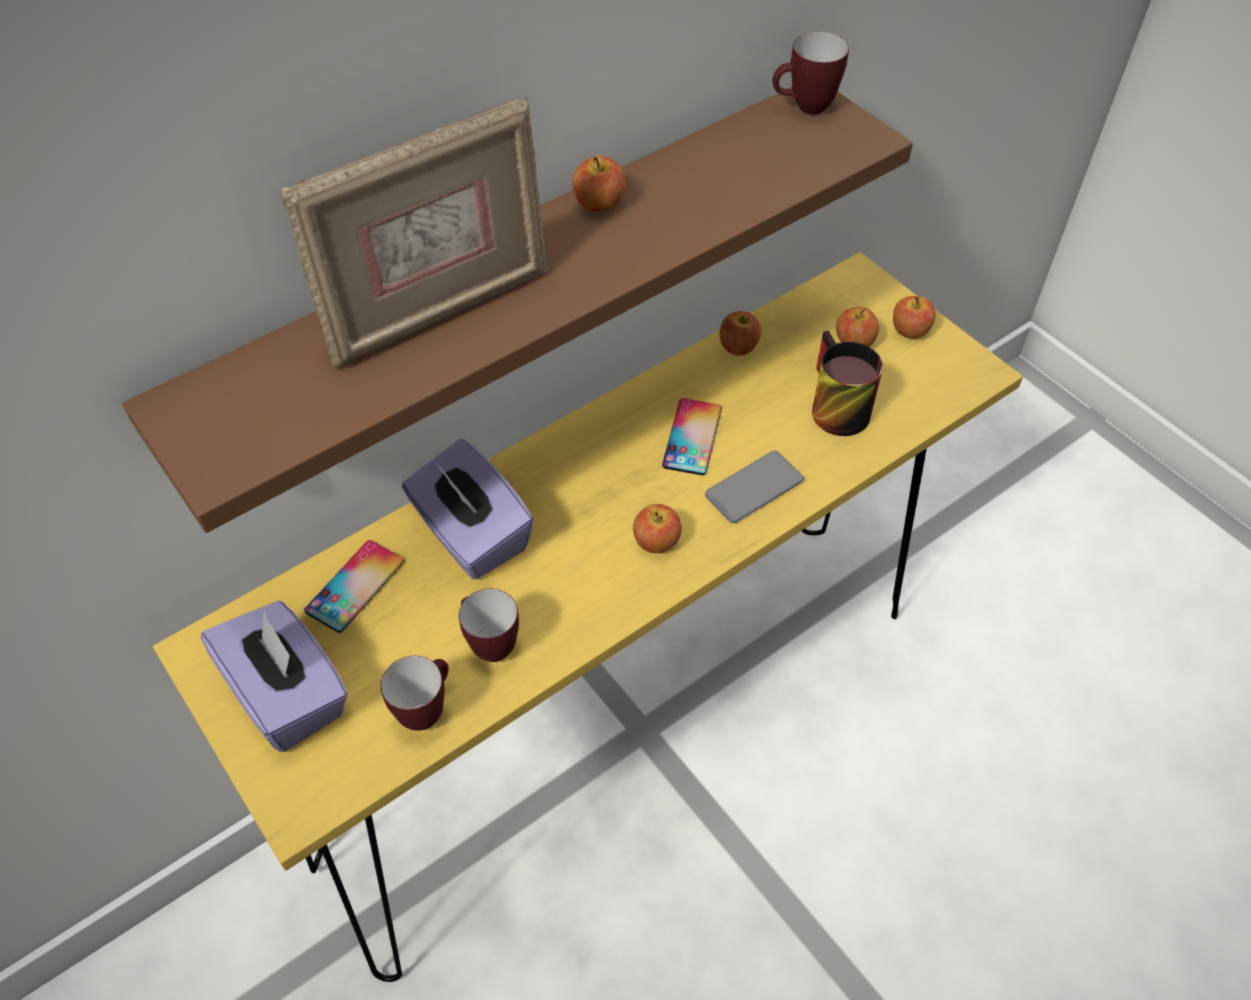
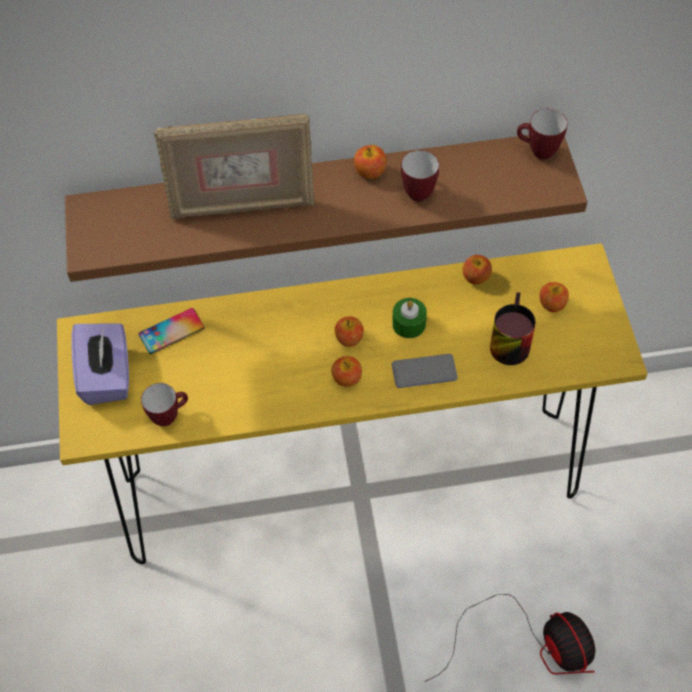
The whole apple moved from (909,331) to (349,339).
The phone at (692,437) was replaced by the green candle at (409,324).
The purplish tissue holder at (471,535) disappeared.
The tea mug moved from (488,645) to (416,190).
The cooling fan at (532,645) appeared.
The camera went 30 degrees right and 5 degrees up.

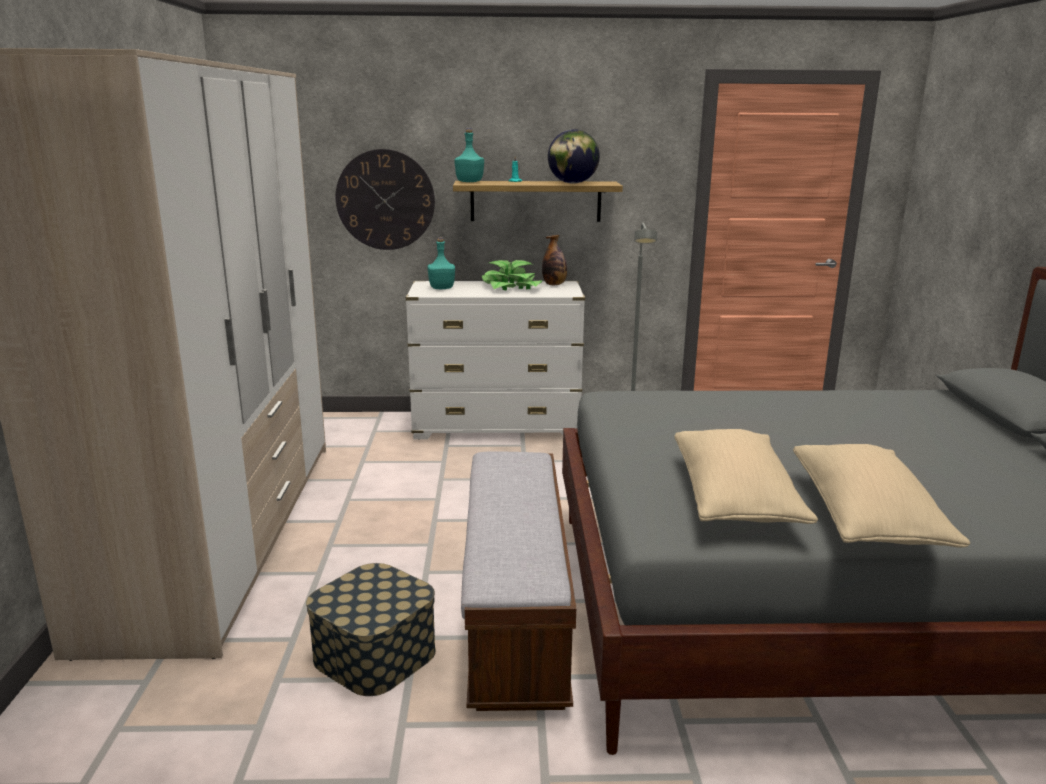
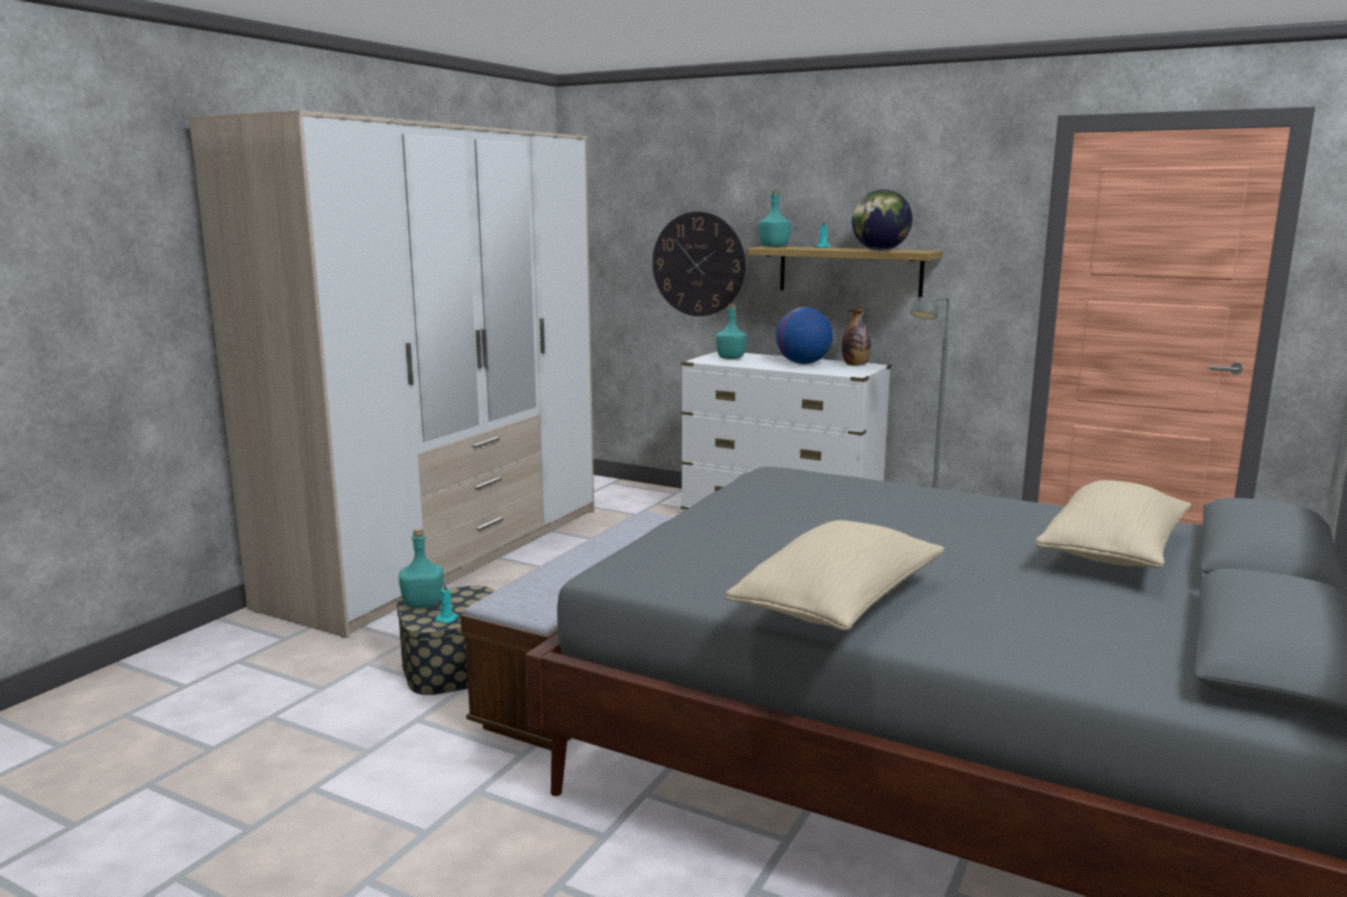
The houseplant at (511,287) was replaced by the desk globe at (803,363).
The beige-coloured throw pillow moved from (735,499) to (1113,552).
The turquoise bottle at (424,604) appeared.
The turquoise candle at (447,619) appeared.
The camera went 30 degrees right and 5 degrees down.

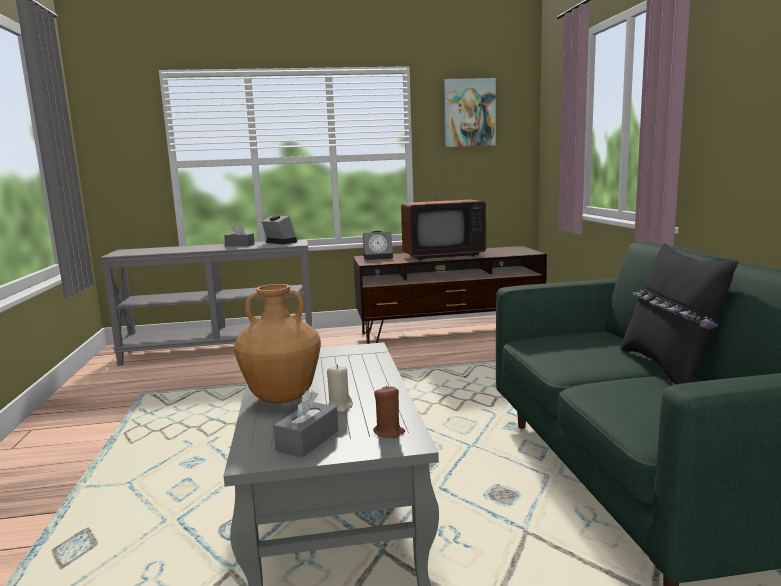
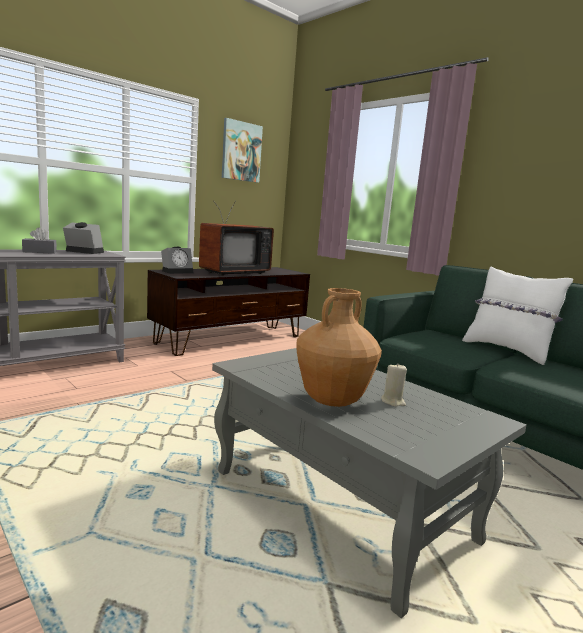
The blackish throw pillow at (668,367) became the whitish throw pillow at (507,351).
The brown-coloured candle at (389,432) disappeared.
The gray tissue holder at (307,440) disappeared.
The camera went 35 degrees left and 0 degrees up.

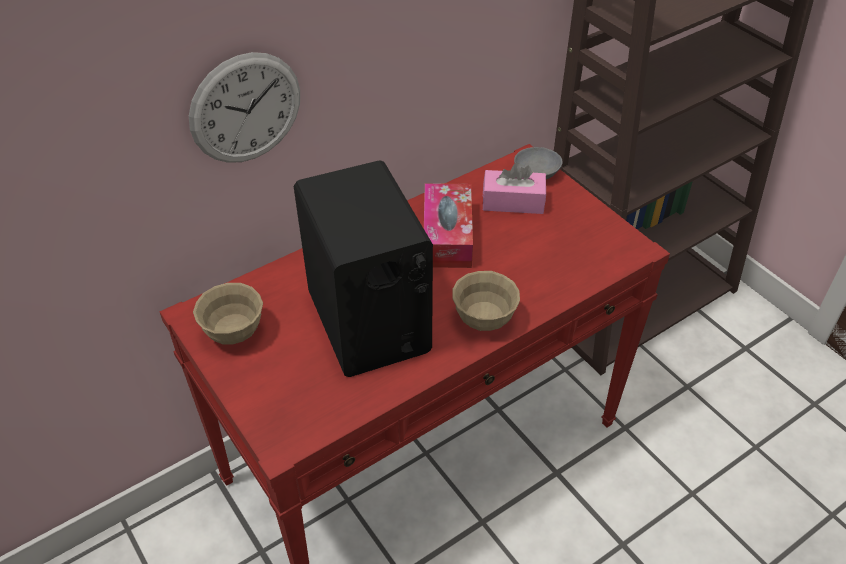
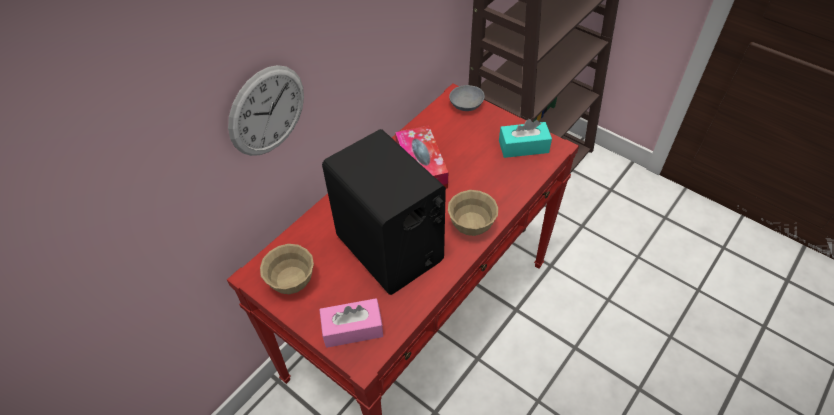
The pink-coloured tissue holder moved from (513,202) to (352,329).
The turquoise tissue holder at (523,147) appeared.
The camera went 15 degrees left and 5 degrees up.

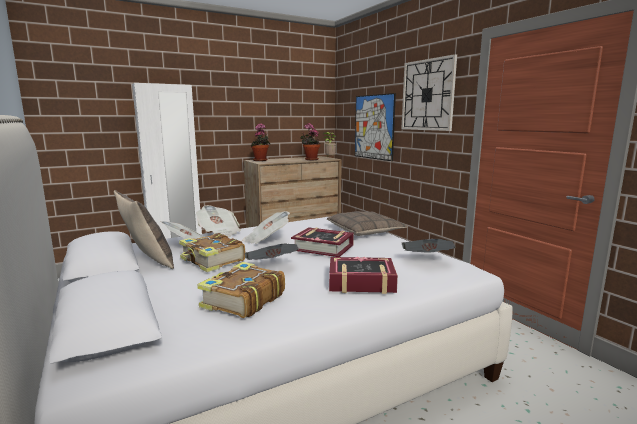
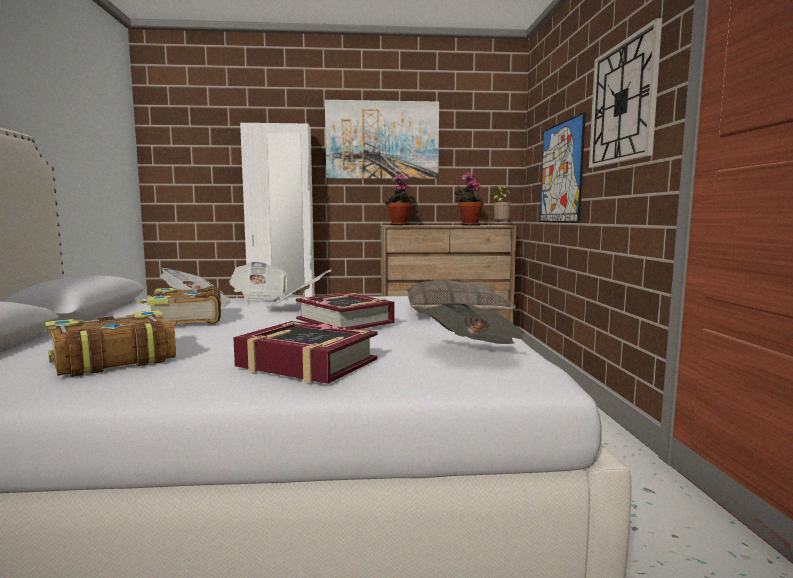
The throw pillow at (147,261) disappeared.
The daily paper at (271,267) disappeared.
The picture at (382,140) appeared.
The camera went 25 degrees right and 5 degrees down.

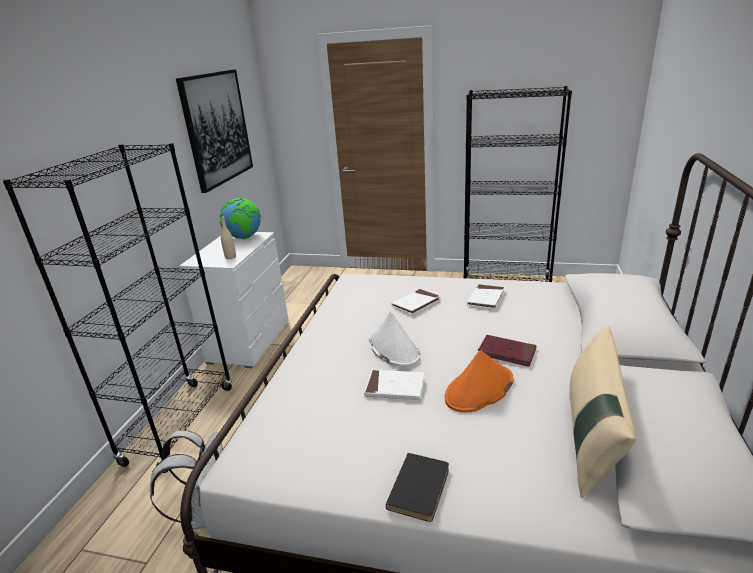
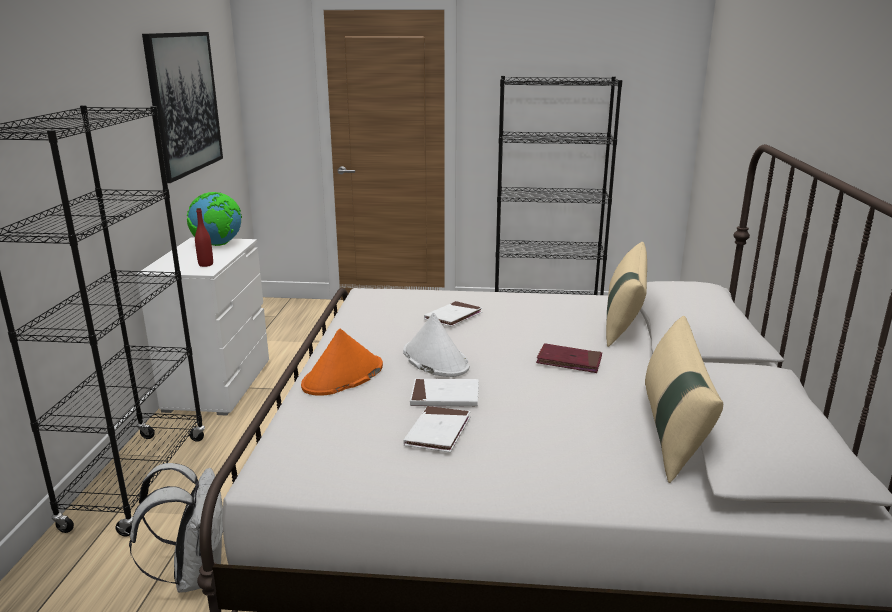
The beige-coloured bottle at (230,257) became the reddish bottle at (206,264).
The whitish bound book moved from (486,298) to (438,432).
The orange wearable hat moved from (479,389) to (343,376).
The blackish bound book at (421,488) disappeared.
The beige-coloured throw pillow at (623,321) appeared.
The camera went 10 degrees left and 5 degrees down.

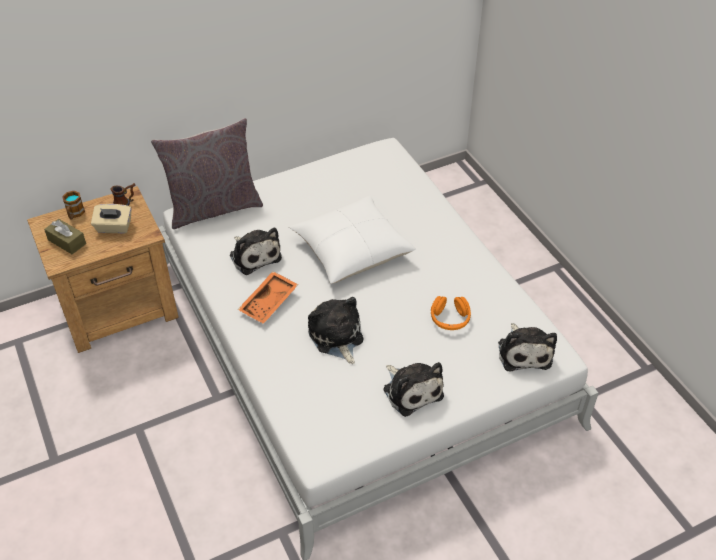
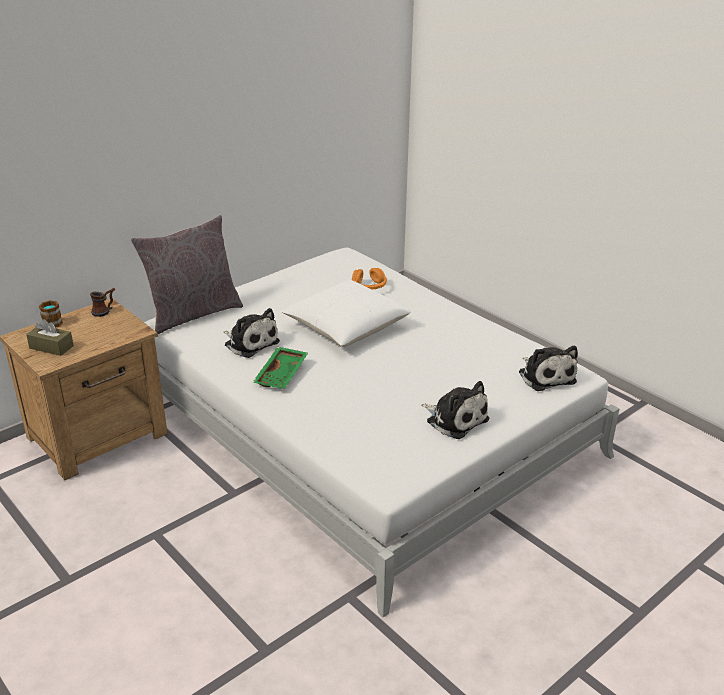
The beige-coloured tissue holder at (114,227) disappeared.
The orange serving tray at (269,303) became the green serving tray at (282,375).
The orange headphones moved from (450,319) to (369,286).
The soft toy at (336,337) disappeared.
The camera went 15 degrees left and 15 degrees down.

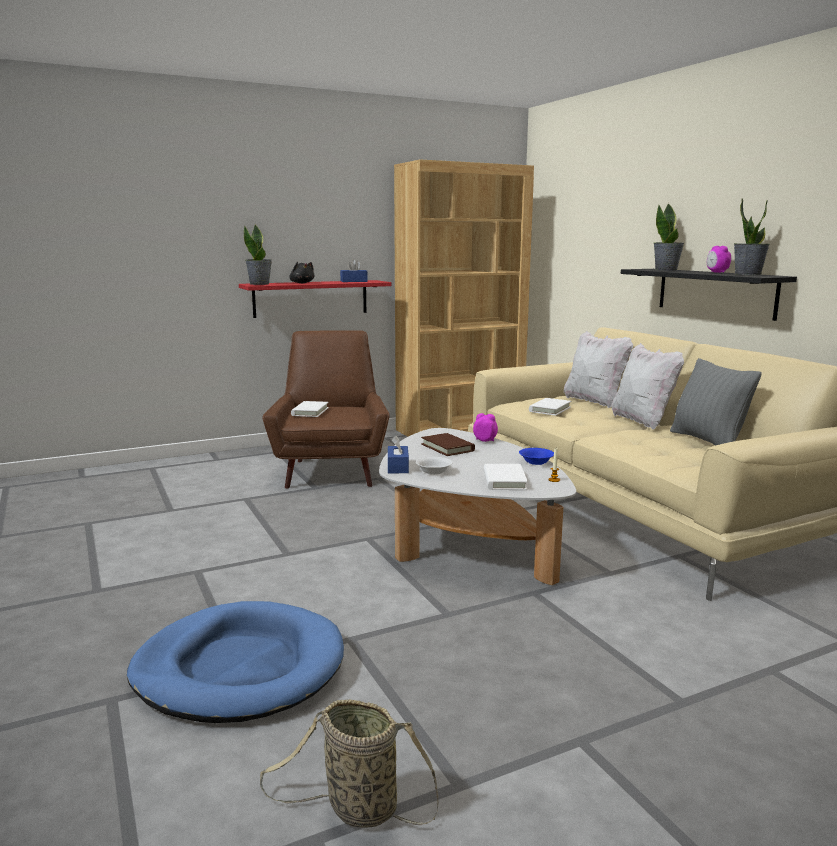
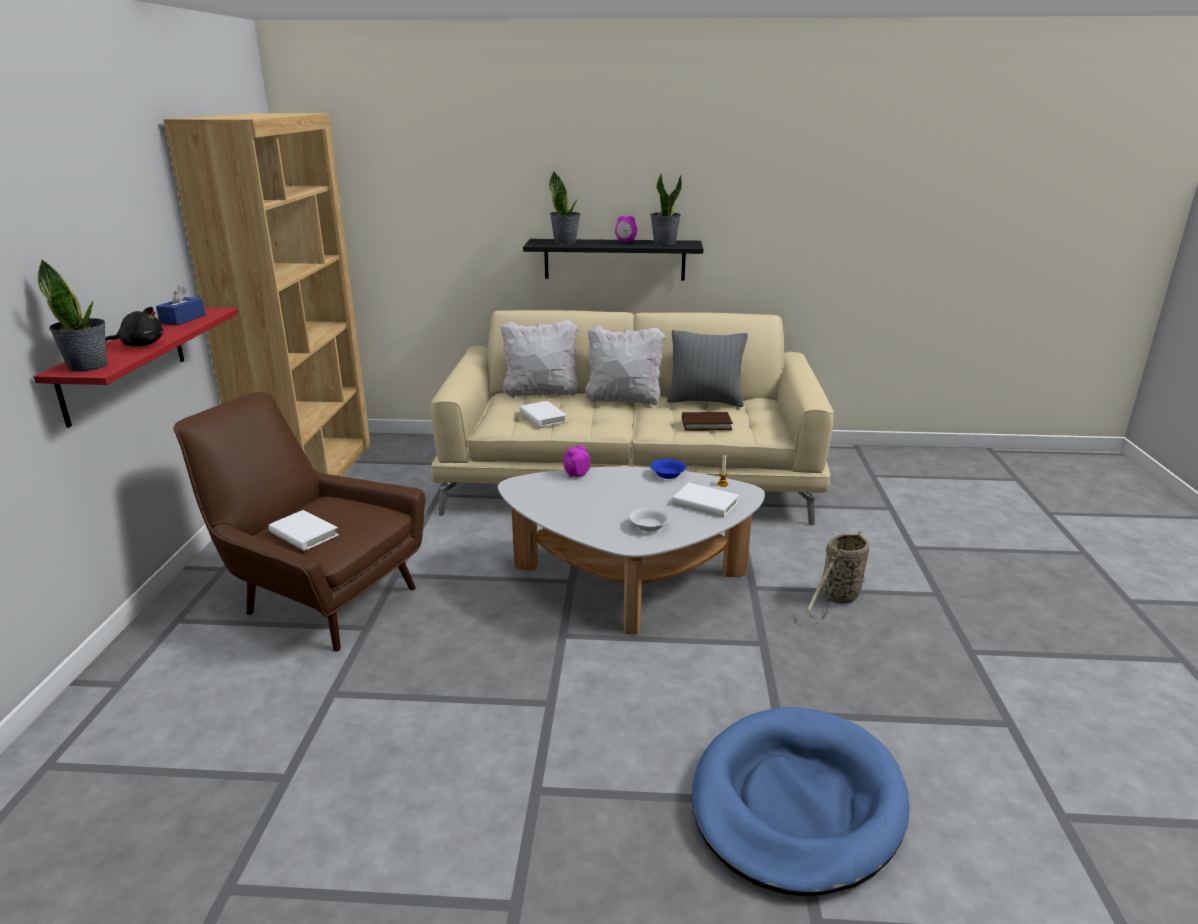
The brown-coloured bound book moved from (447,447) to (706,424).
The blue-coloured tissue holder at (398,467) disappeared.
The household basket moved from (357,809) to (838,598).
The camera went 60 degrees left and 10 degrees up.

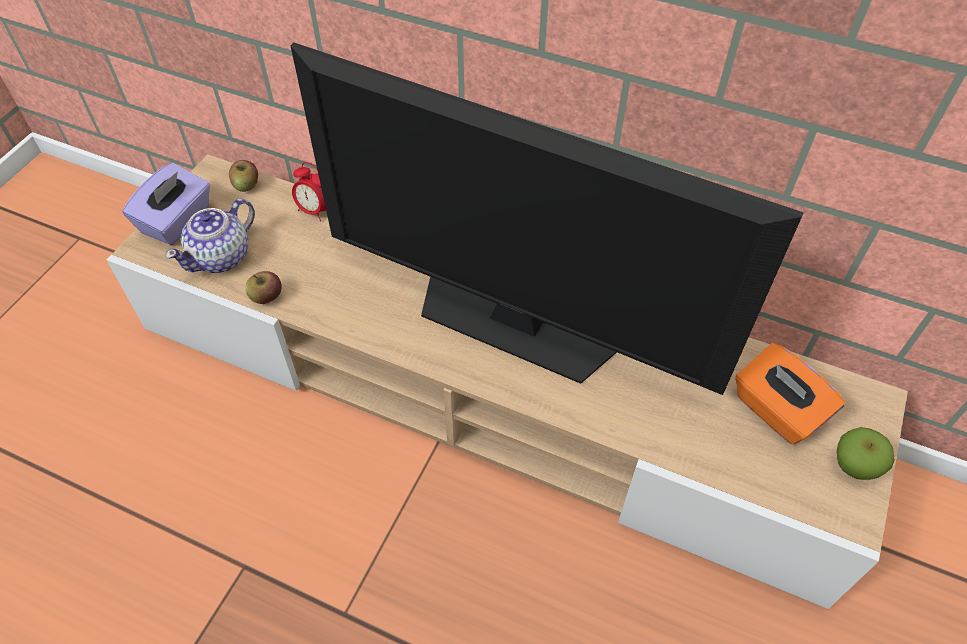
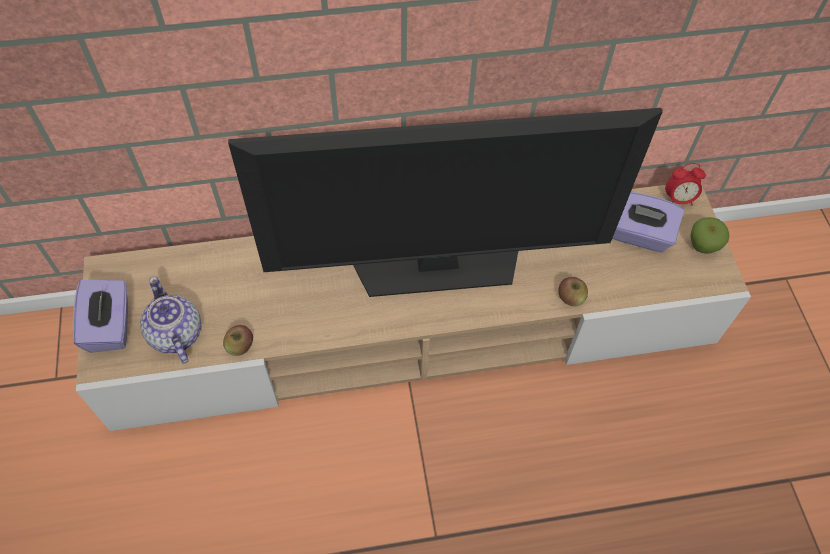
The whole apple moved from (246,185) to (570,298).
The table clock moved from (315,211) to (678,199).
The pot for tea at (222,257) turned 150 degrees clockwise.
The orange tissue holder at (776,410) became the purplish tissue holder at (638,235).
The camera went 35 degrees left and 5 degrees up.

